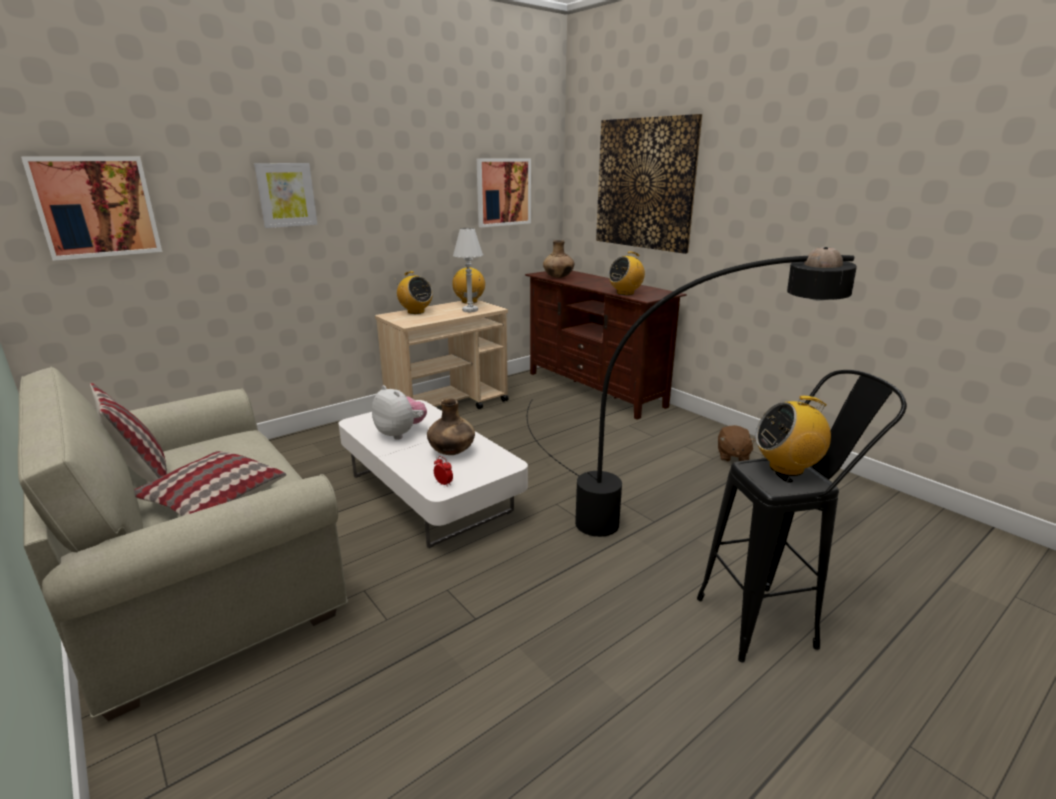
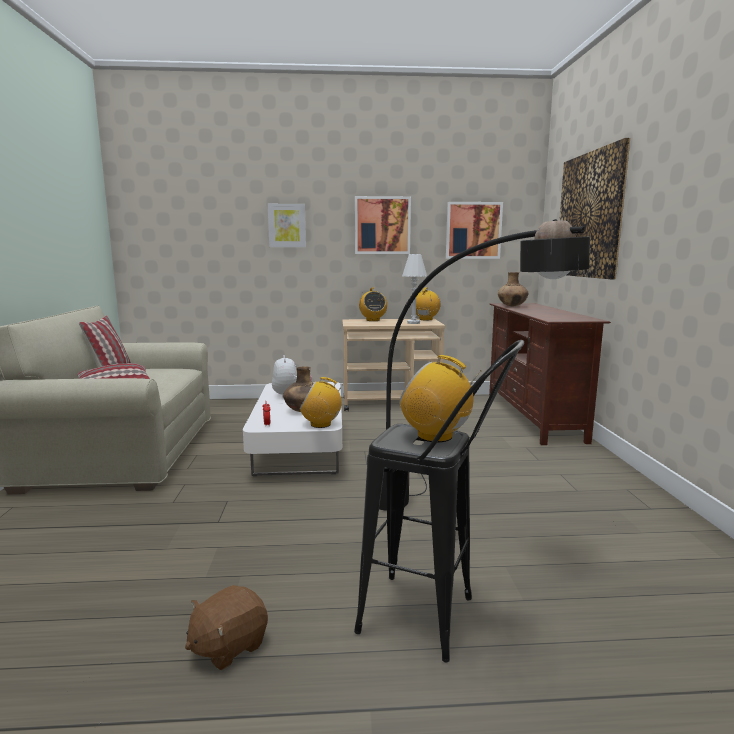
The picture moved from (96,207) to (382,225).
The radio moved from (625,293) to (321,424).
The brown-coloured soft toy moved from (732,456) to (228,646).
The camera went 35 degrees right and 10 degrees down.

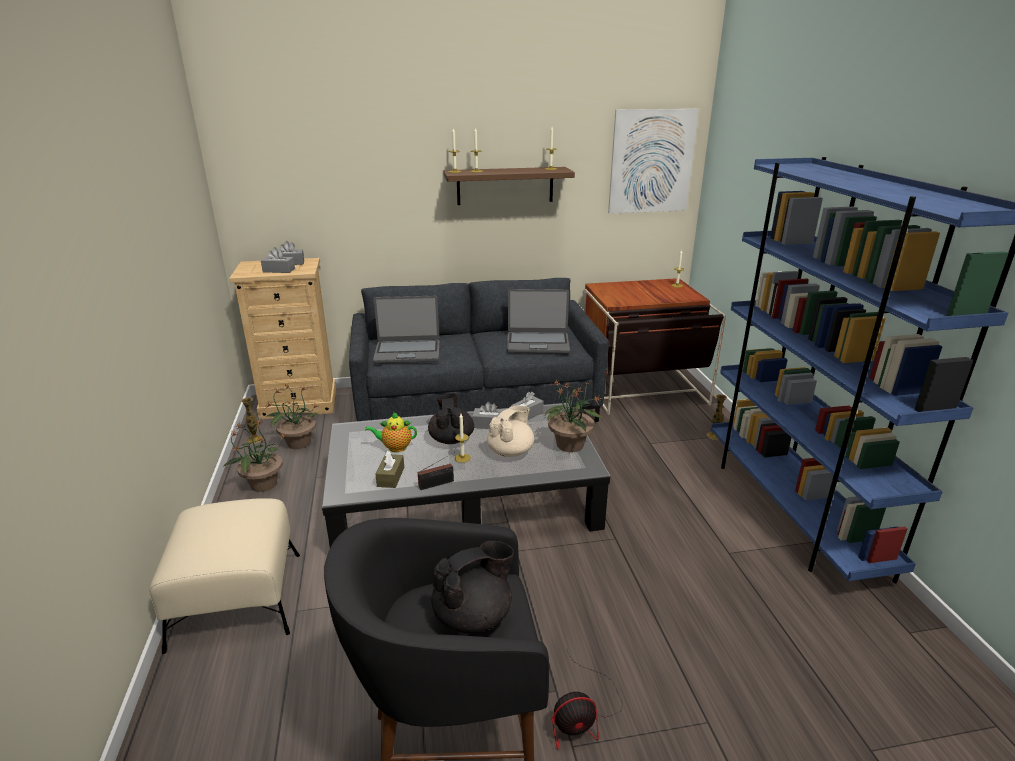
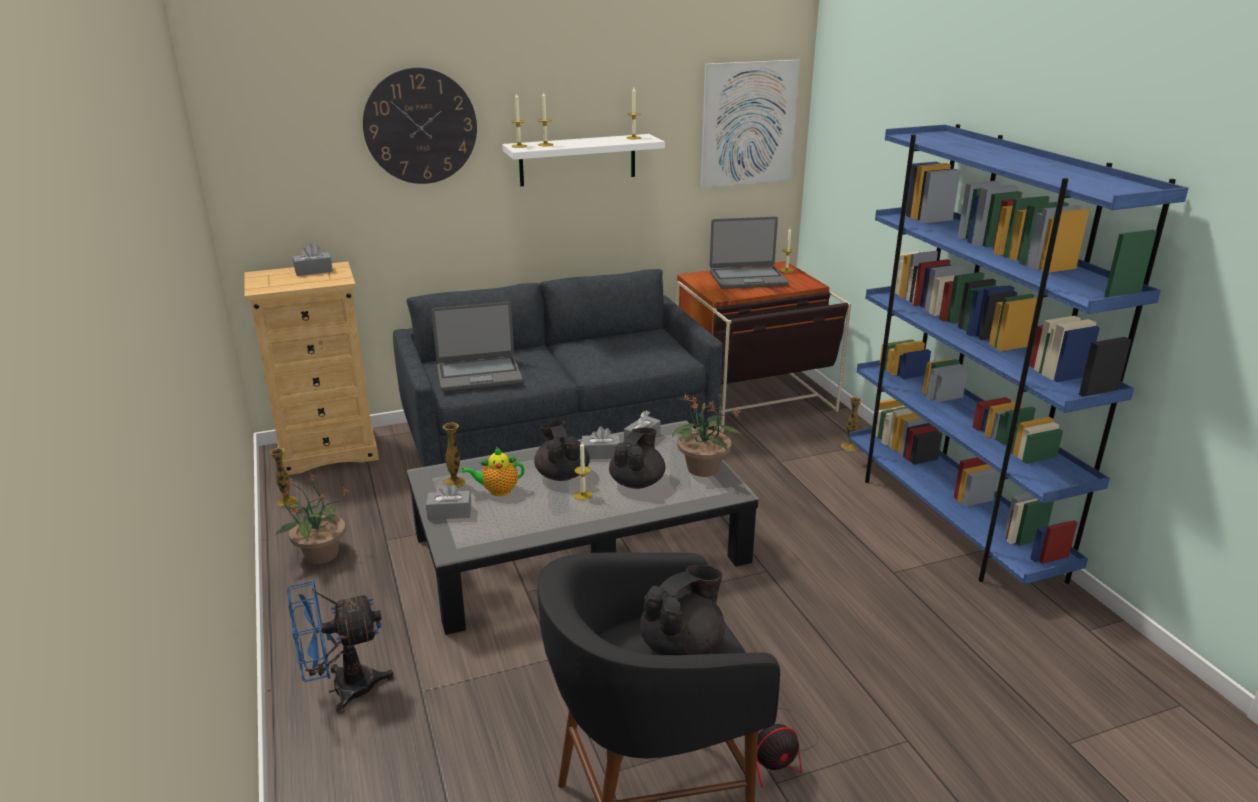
The brown-coloured wall shelf at (505,186) became the whitish wall shelf at (578,160).
The gray tissue holder moved from (279,270) to (449,513).
The portable computer moved from (537,343) to (747,278).
The houseplant at (298,443) disappeared.
The beige-coloured pot for tea at (511,451) became the blackish pot for tea at (637,482).
The brown-coloured tissue holder at (390,477) disappeared.
The radio at (438,484) disappeared.
The beige-coloured ottoman at (236,600) was replaced by the blue-coloured cooling fan at (342,689).
The wall clock at (420,126) appeared.
The decorative vase at (454,483) appeared.
The camera went 10 degrees left and 0 degrees up.

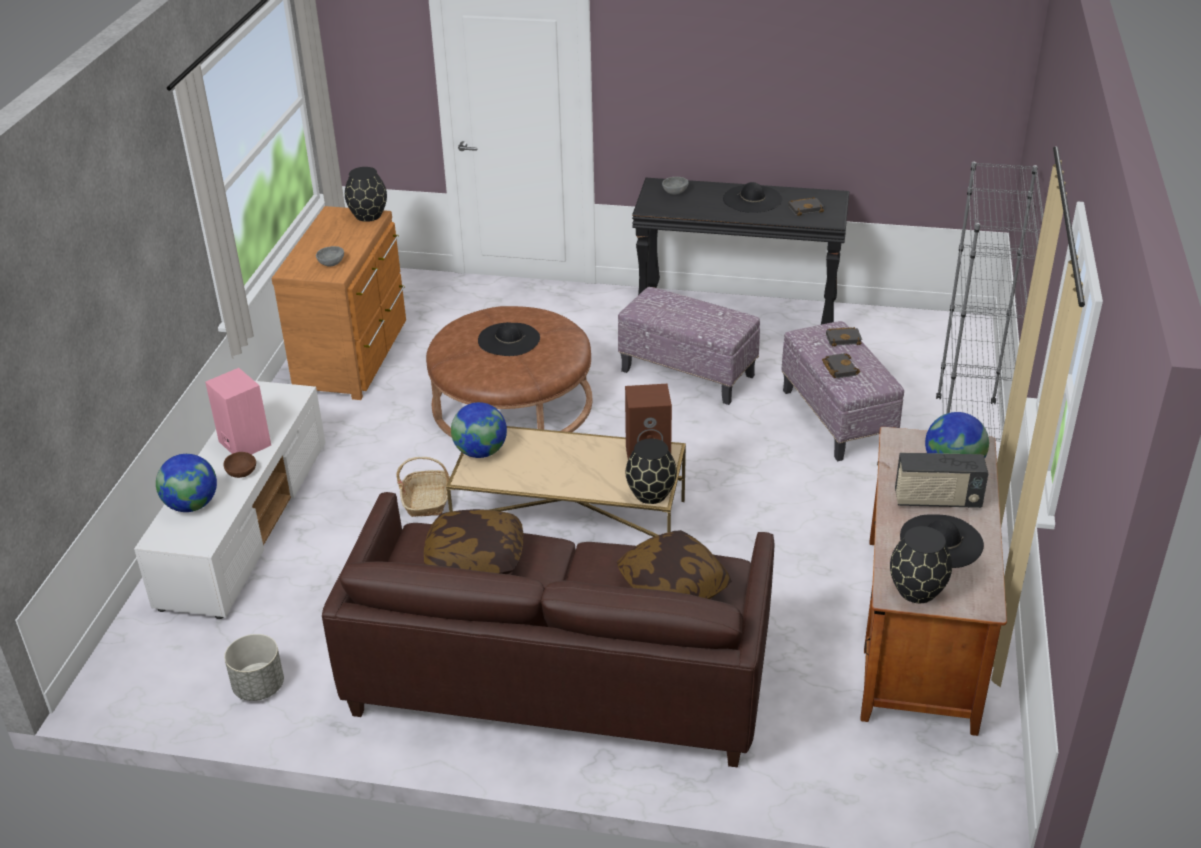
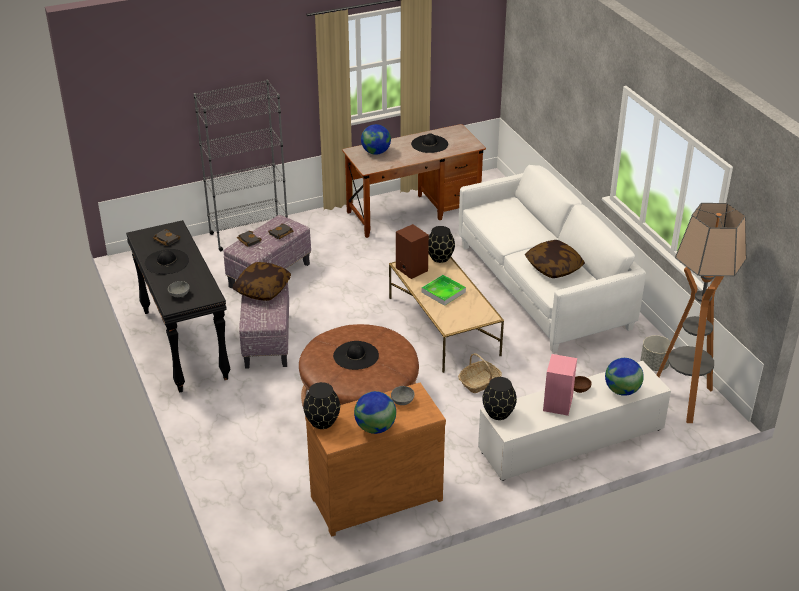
The desk globe moved from (480,452) to (375,428).
The radio at (937,500) disappeared.
The brown-coloured sofa at (558,674) became the whitish sofa at (542,287).
The blackish decorative vase moved from (916,590) to (498,413).
The throw pillow moved from (673,586) to (262,289).
The floor lamp at (683,400) appeared.
The serving tray at (443,292) appeared.
The camera went 125 degrees left and 0 degrees up.

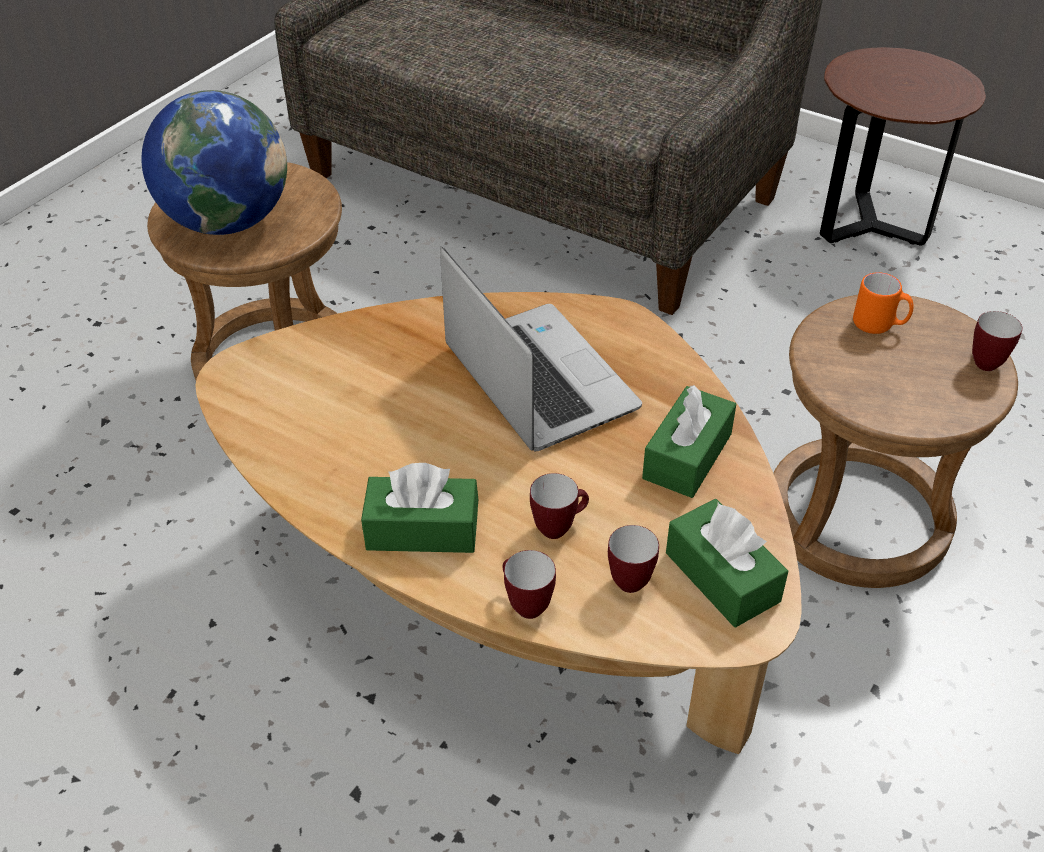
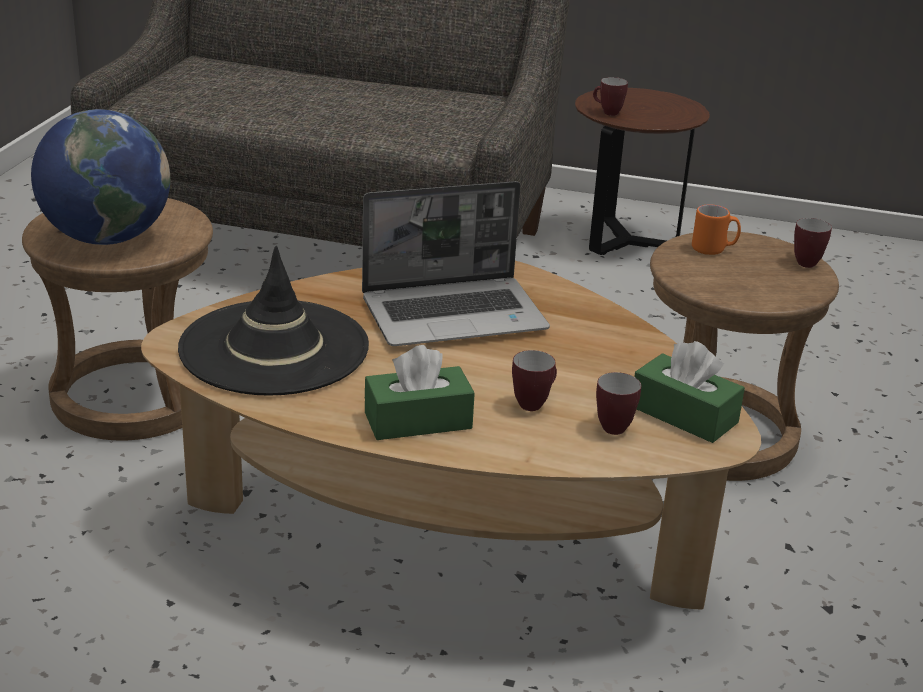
The portable computer at (536,379) turned 120 degrees clockwise.
The green tissue holder at (687,456) disappeared.
The tea mug moved from (524,604) to (607,112).
The blackish wearable hat at (274,348) appeared.
The camera went 20 degrees left and 15 degrees down.

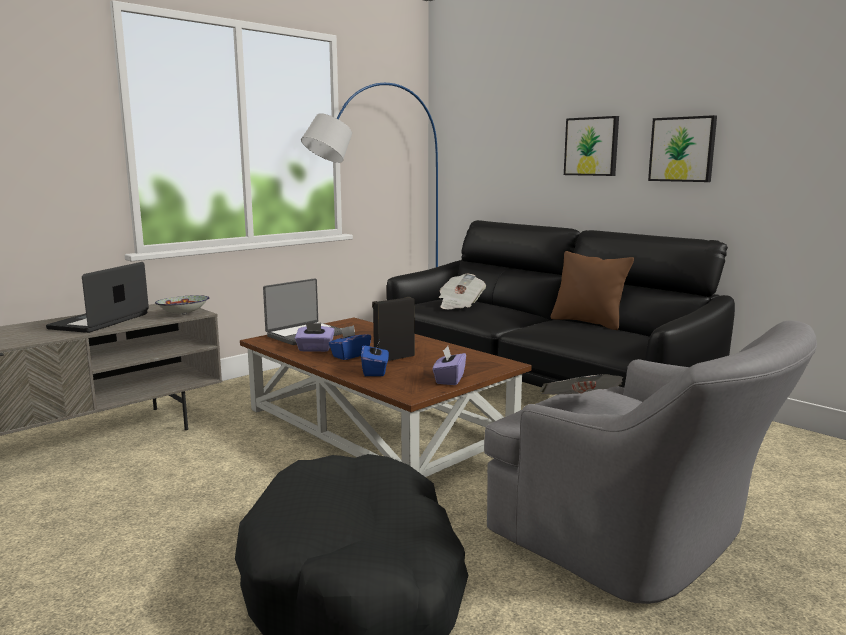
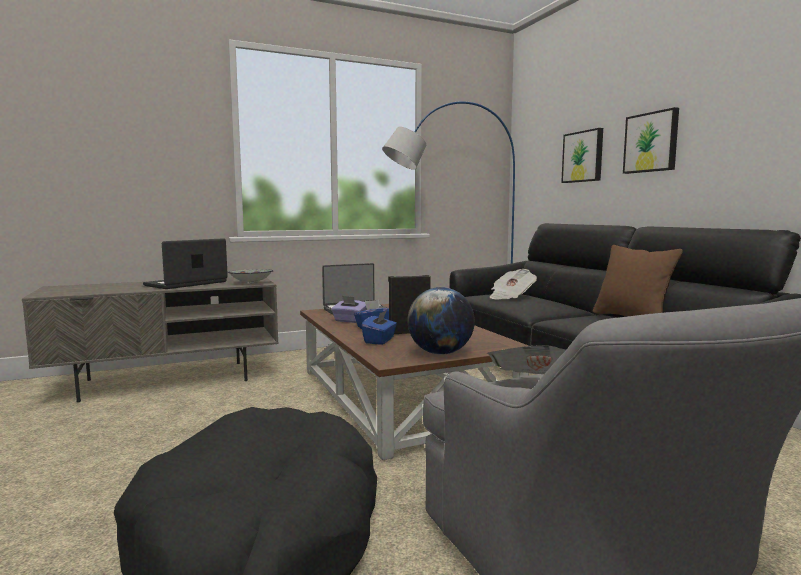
The picture moved from (682,149) to (583,156).
The purplish tissue holder at (449,379) was replaced by the desk globe at (440,353).
The camera went 20 degrees right and 5 degrees down.

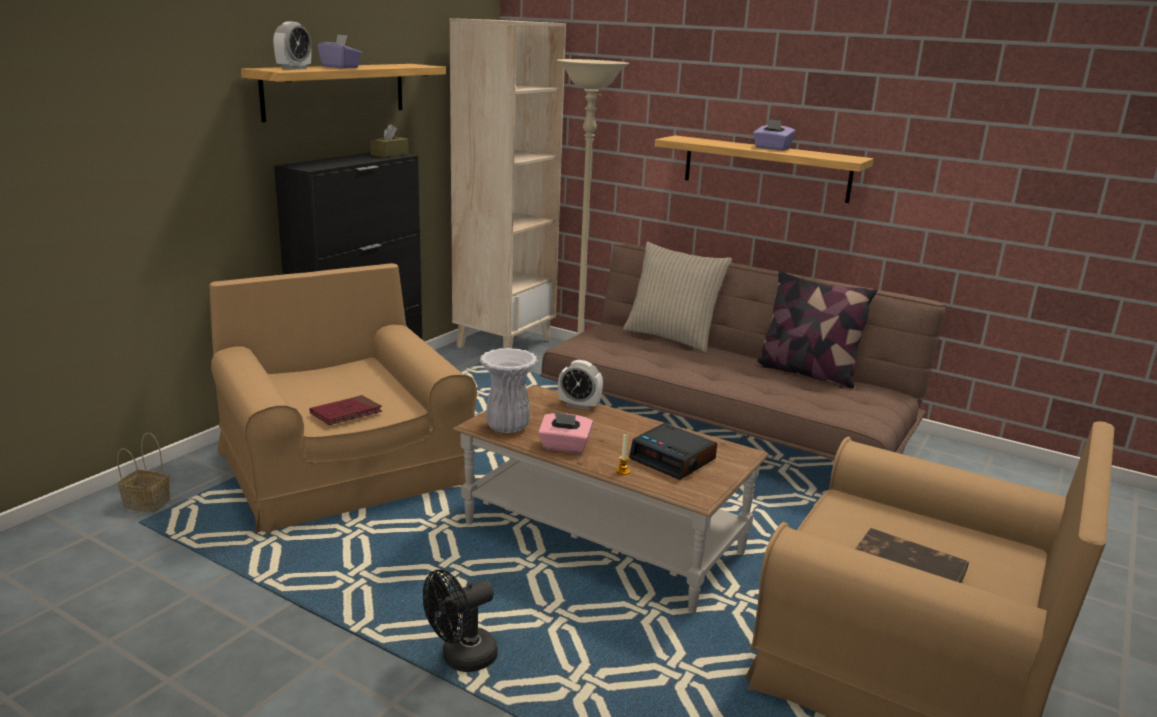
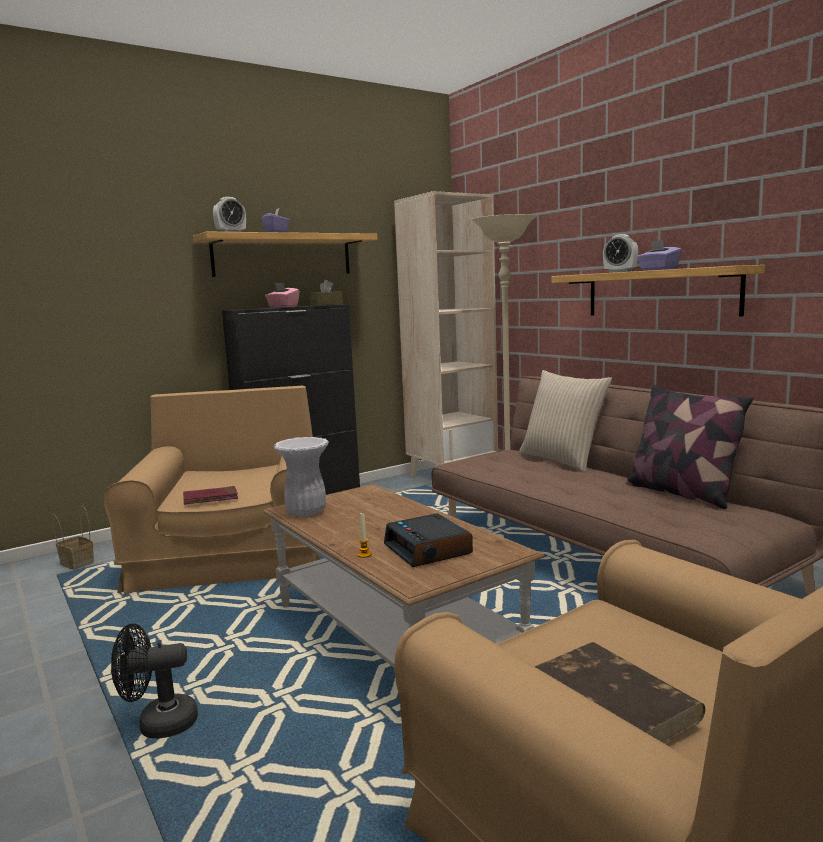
The table clock moved from (579,405) to (620,272).
The pink-coloured tissue holder moved from (564,447) to (283,307).
The camera went 25 degrees right and 10 degrees down.

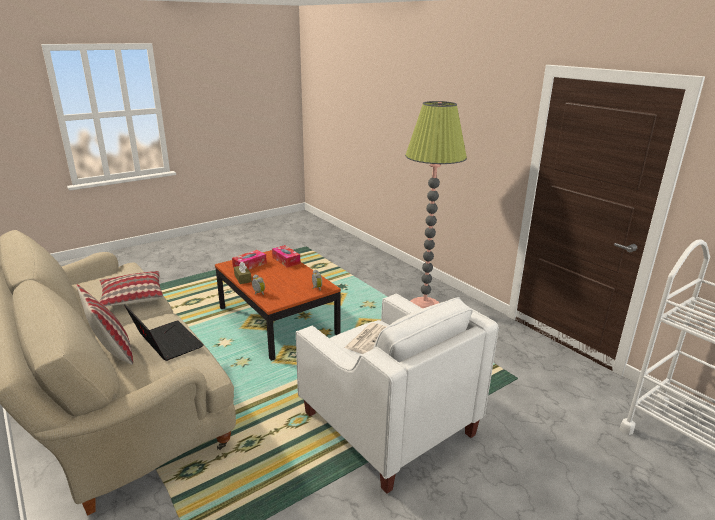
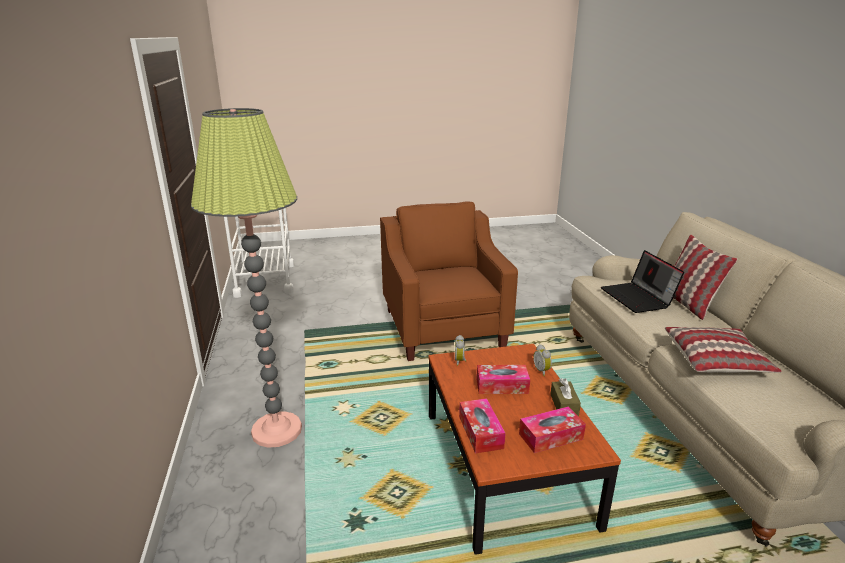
The whitish easy chair at (387,424) became the brown-coloured easy chair at (443,328).
The daily paper at (368,338) disappeared.
The tissue holder at (502,386) appeared.
The camera went 155 degrees left and 0 degrees up.

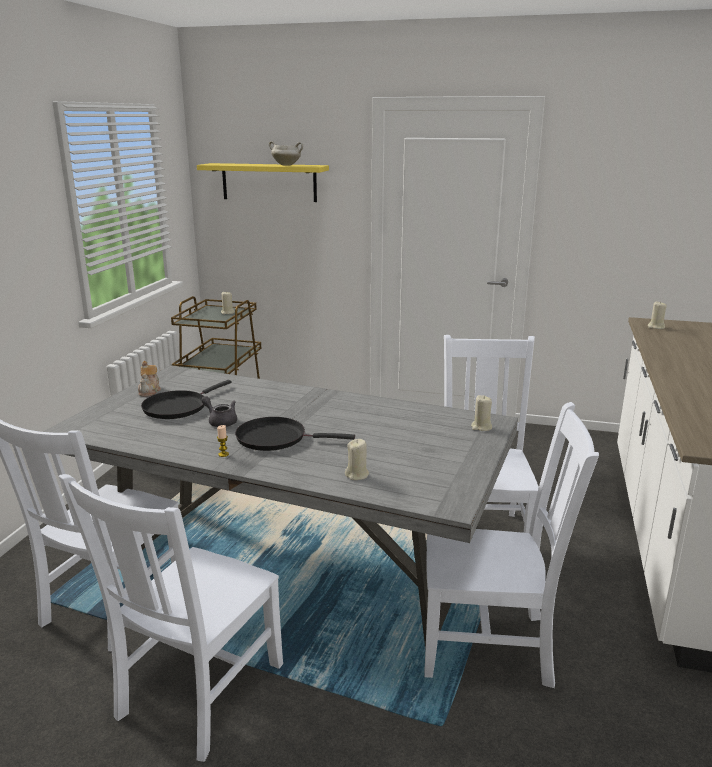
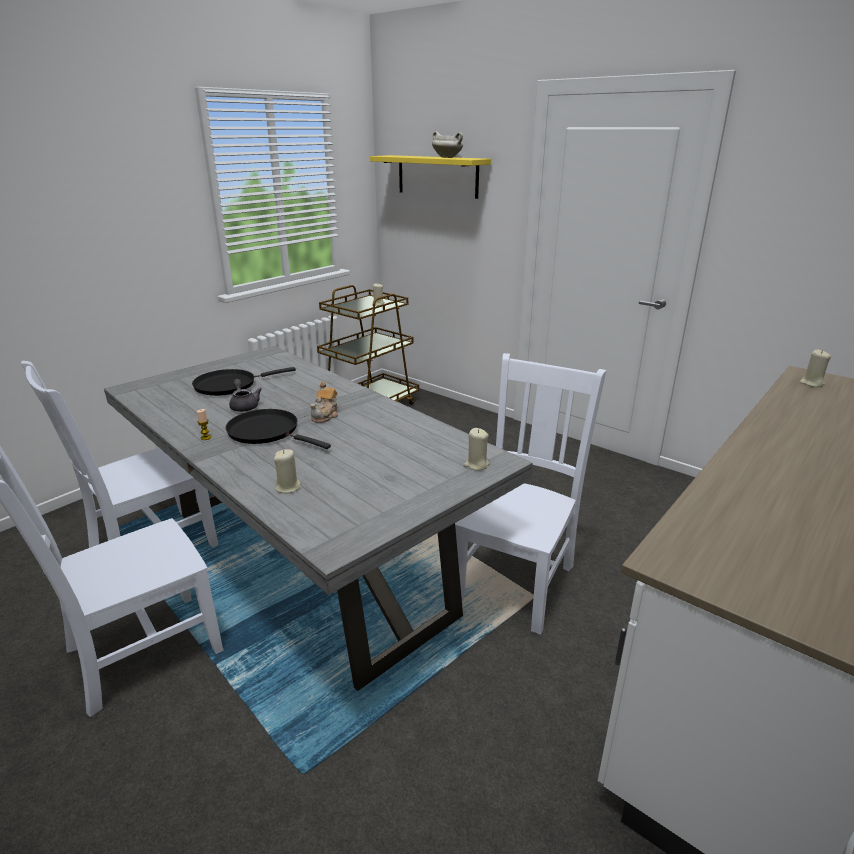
The pot for tea moved from (150,391) to (325,416).
The whitish chair at (490,646) disappeared.
The camera went 25 degrees right and 5 degrees up.

